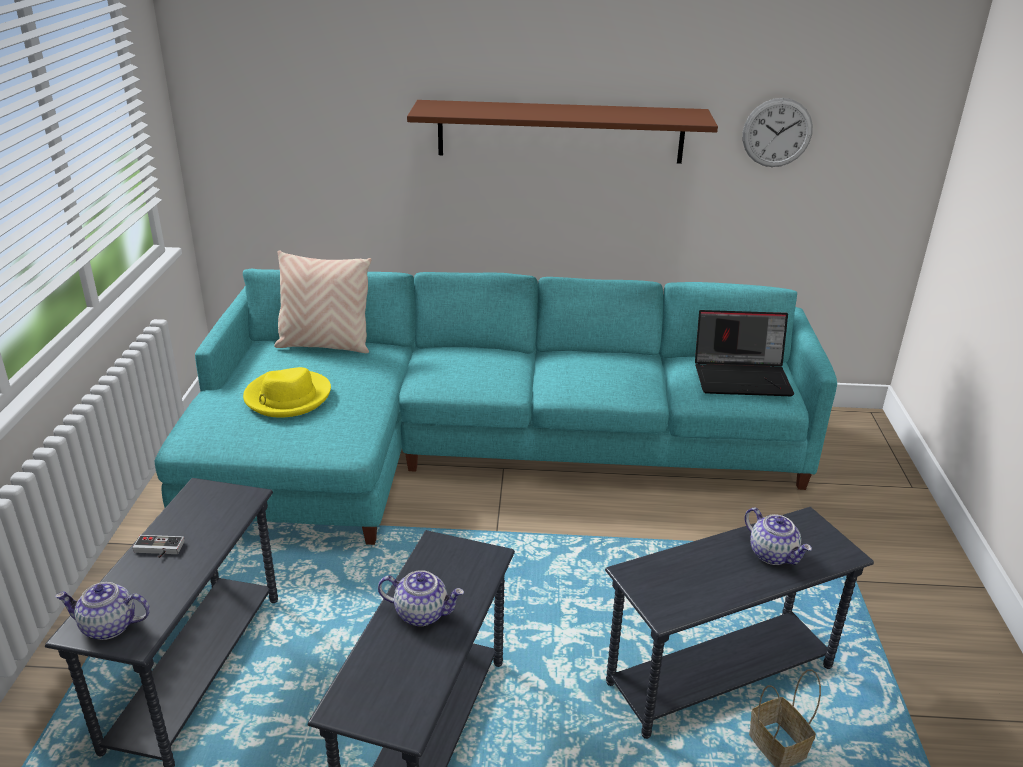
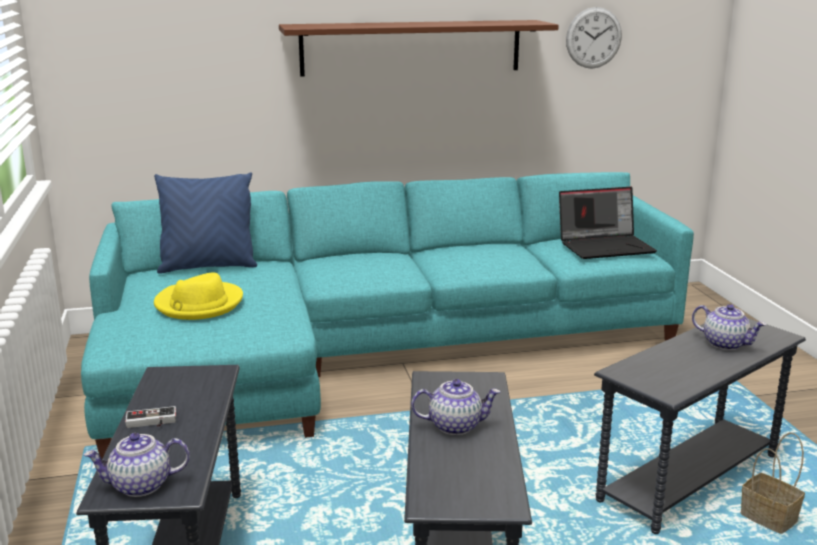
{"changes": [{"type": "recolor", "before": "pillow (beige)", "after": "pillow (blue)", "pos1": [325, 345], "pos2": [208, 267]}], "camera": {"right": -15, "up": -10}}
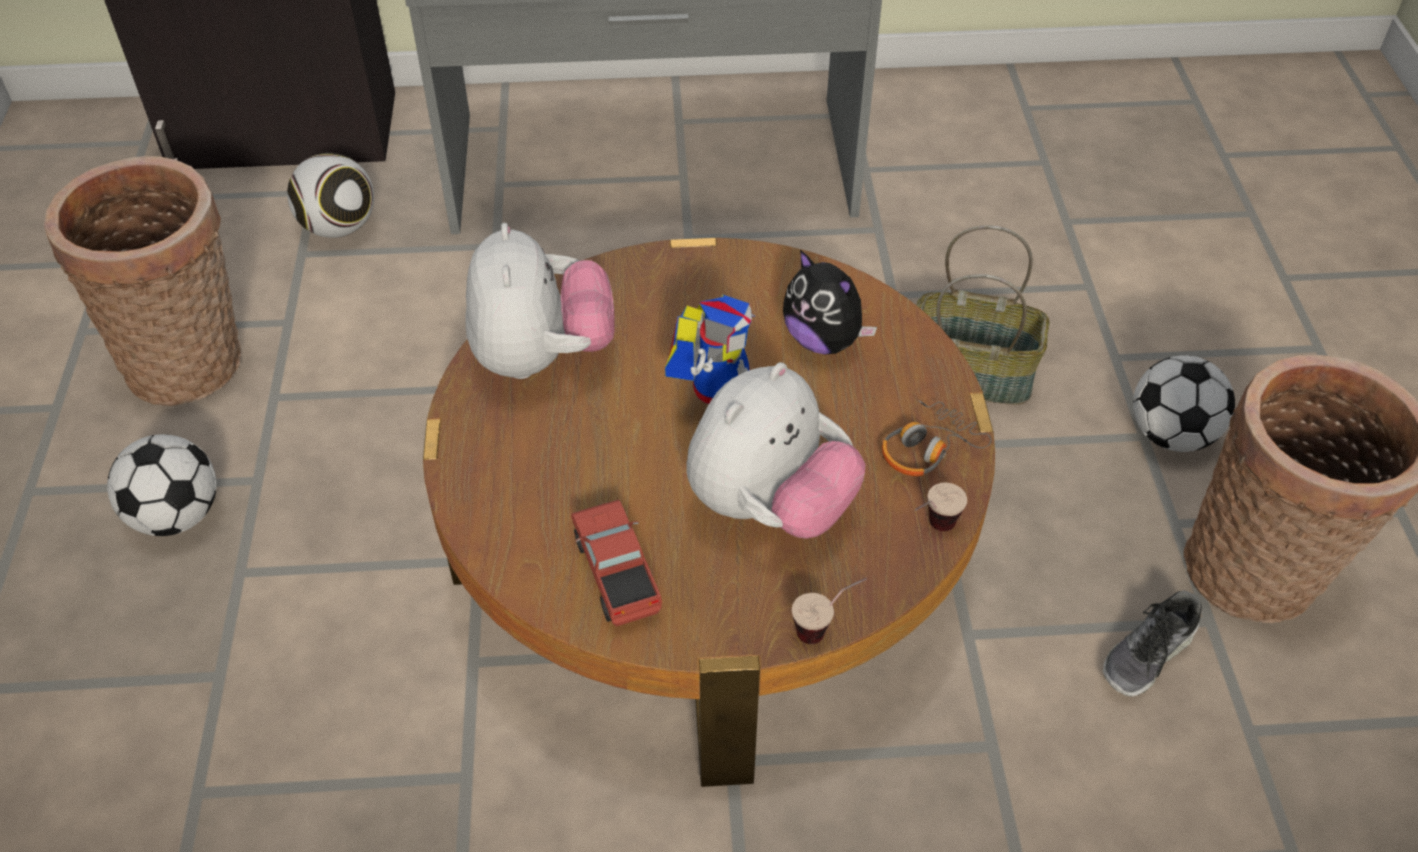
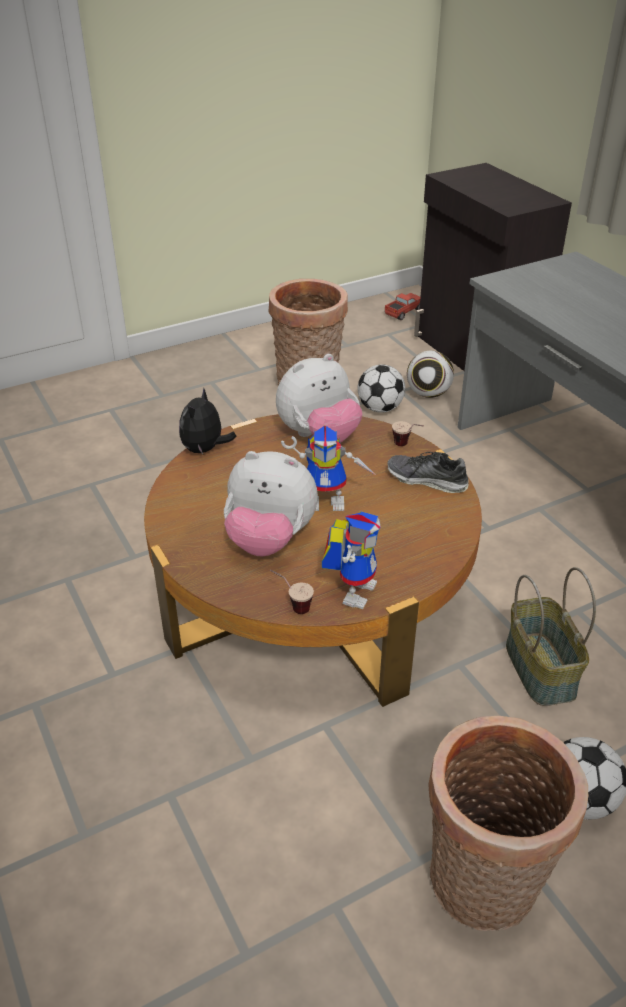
{"changes": [{"type": "move", "before": "football", "pos1": [177, 516], "pos2": [380, 408]}, {"type": "move", "before": "toy truck", "pos1": [617, 576], "pos2": [403, 313]}, {"type": "move", "before": "plush toy", "pos1": [824, 340], "pos2": [205, 449]}, {"type": "move", "before": "cup", "pos1": [826, 628], "pos2": [407, 446]}, {"type": "replace", "before": "headphones", "after": "toy robot", "pos1": [928, 449], "pos2": [354, 589]}, {"type": "move", "before": "shoe", "pos1": [1148, 655], "pos2": [427, 480]}], "camera": {"right": 65, "up": -10}}
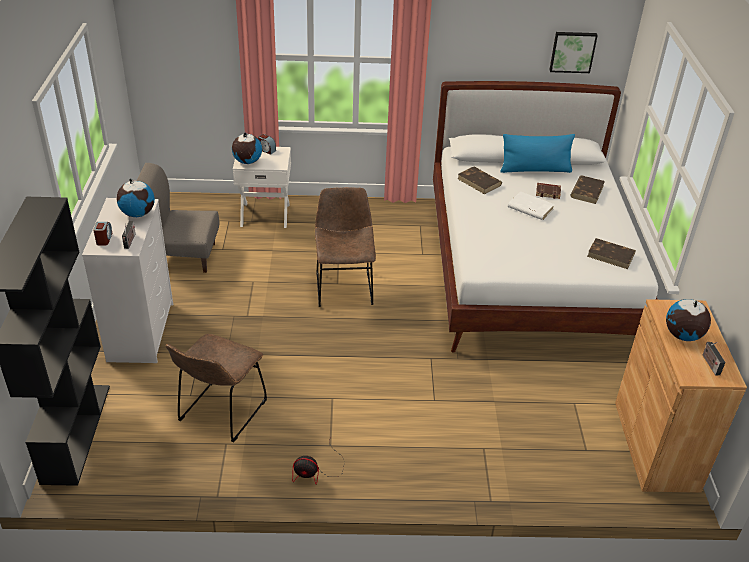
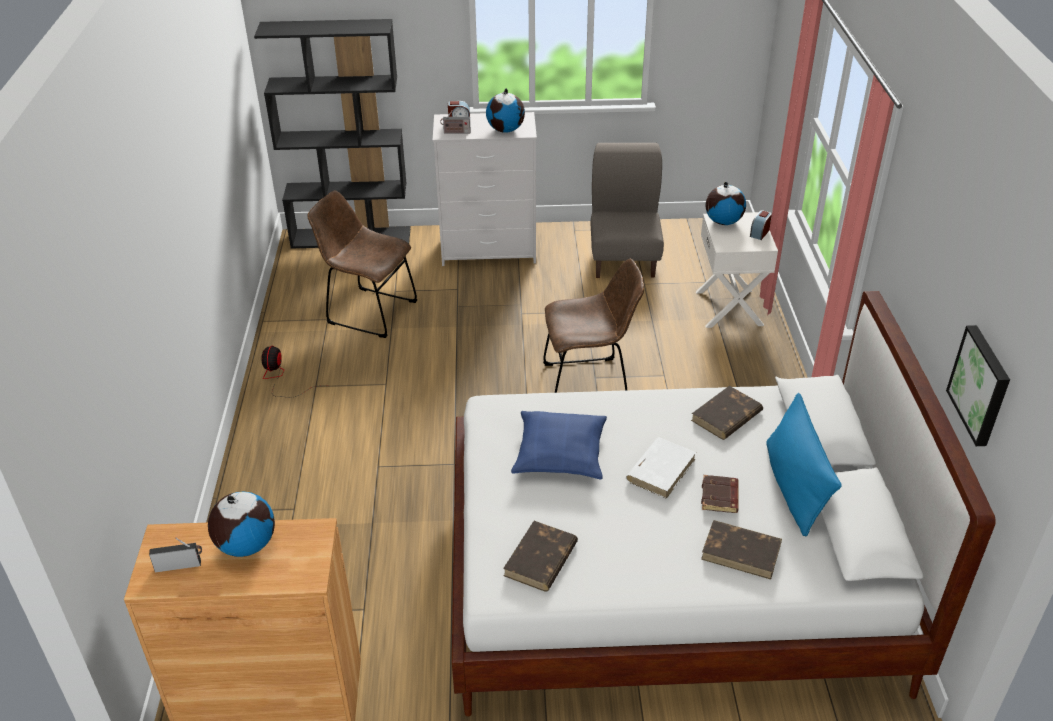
{"changes": [{"type": "insert", "after": "pillow (blue)", "pos2": [560, 454]}], "camera": {"right": 90, "up": 0}}
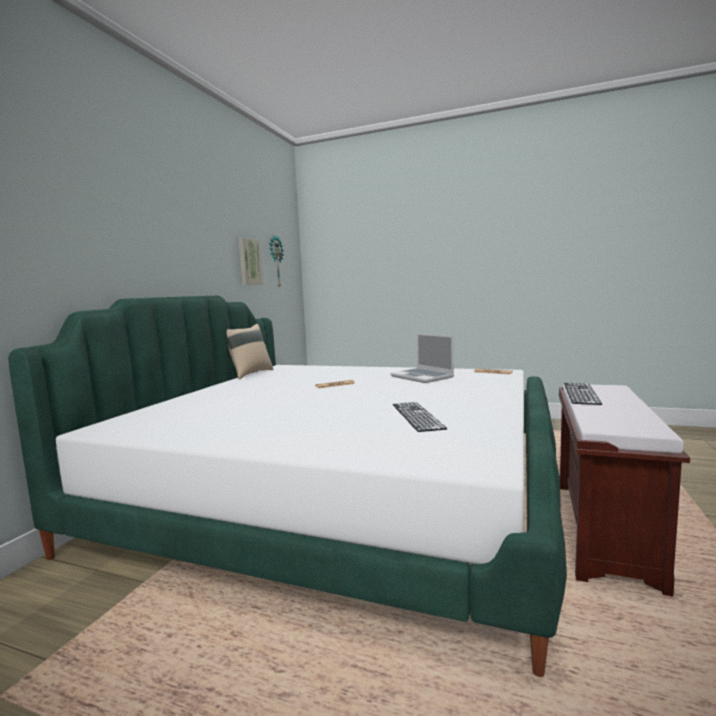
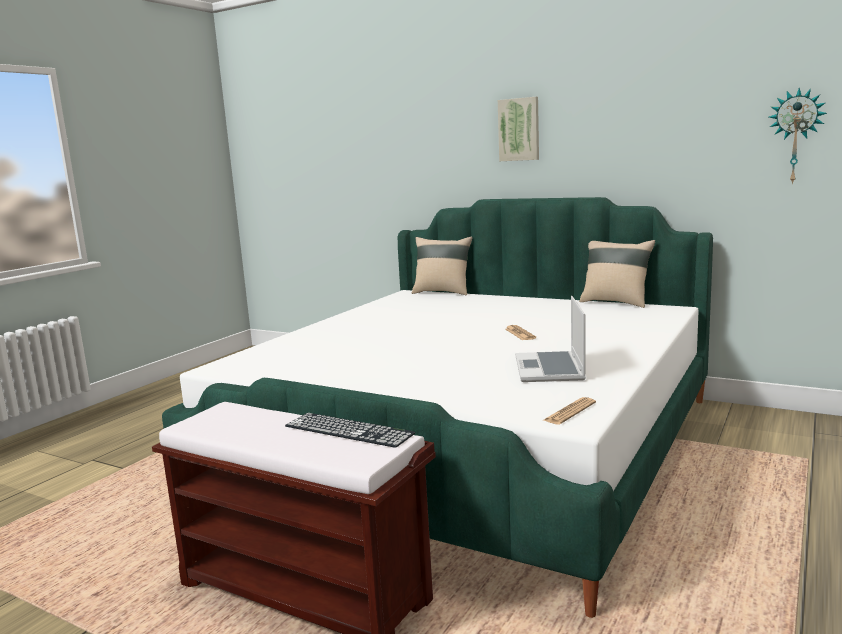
{"changes": [{"type": "move", "before": "picture", "pos1": [249, 262], "pos2": [519, 129]}, {"type": "rotate", "before": "laptop", "pos1": [423, 377], "pos2": [550, 369], "turn": -60}, {"type": "delete", "before": "keyboard", "pos1": [417, 416]}, {"type": "insert", "after": "pillow (beige)", "pos2": [442, 292]}], "camera": {"right": 100, "up": 5}}
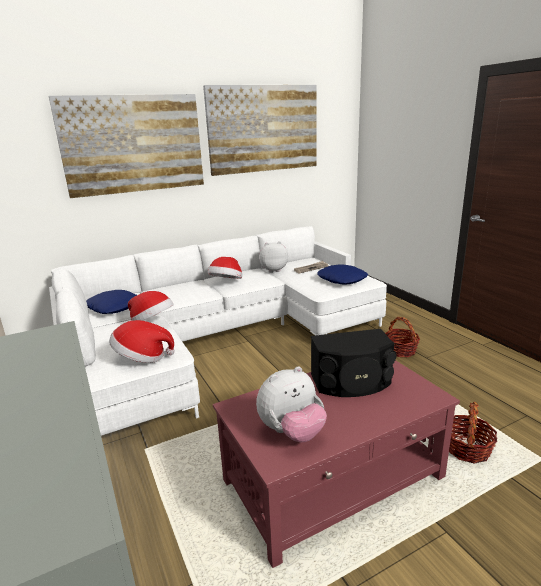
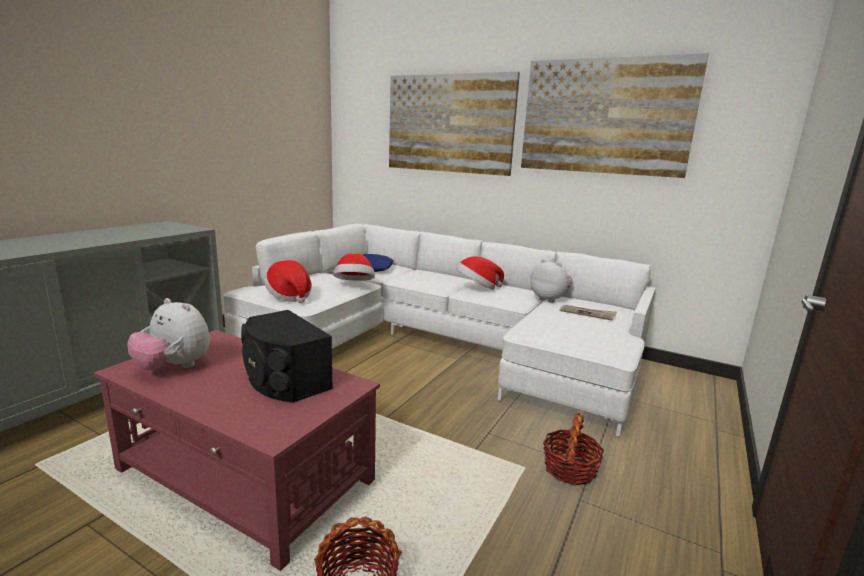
{"changes": [{"type": "delete", "before": "pillow (blue)", "pos1": [342, 279]}], "camera": {"right": 55, "up": -5}}
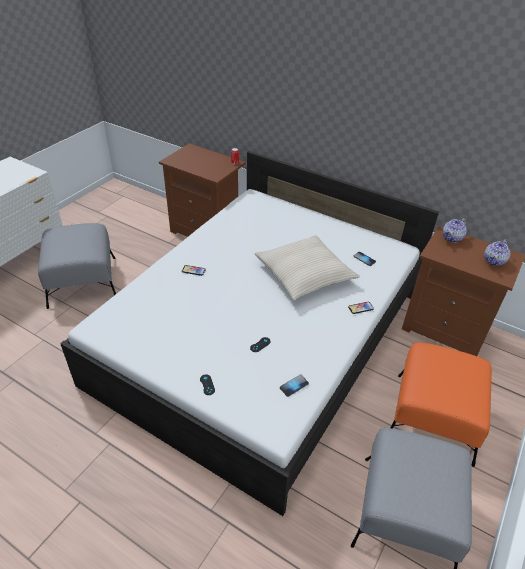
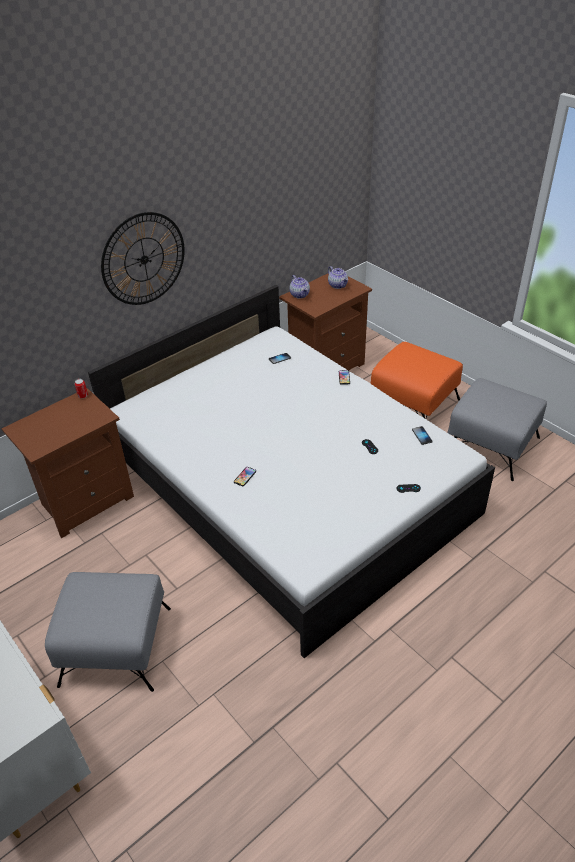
{"changes": [{"type": "delete", "before": "pillow (beige)", "pos1": [304, 274]}, {"type": "insert", "after": "wall clock", "pos2": [144, 259]}], "camera": {"right": -70, "up": 0}}
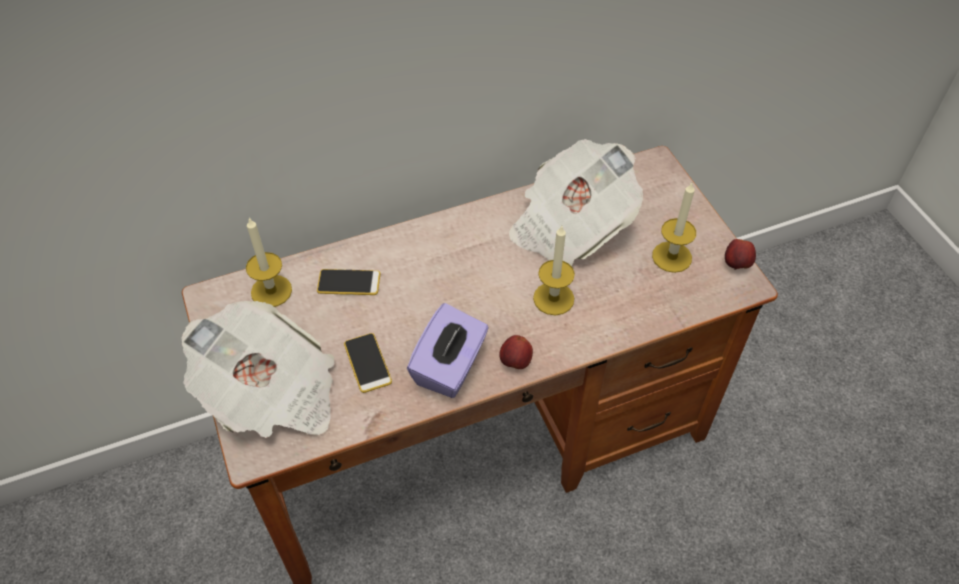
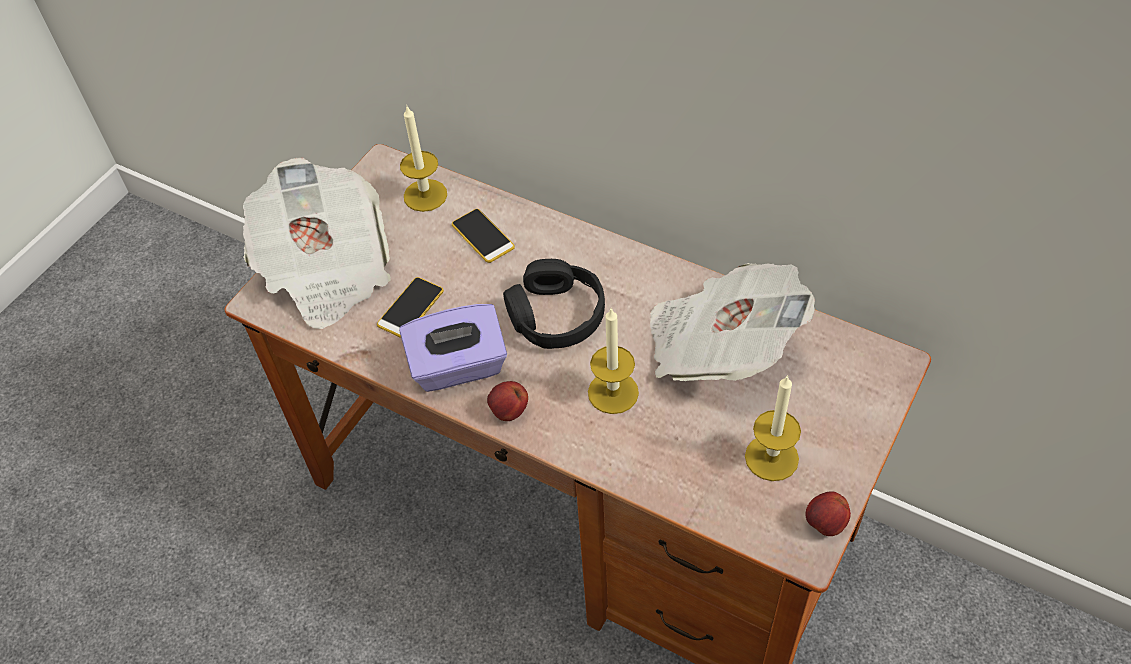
{"changes": [{"type": "insert", "after": "headphones (black)", "pos2": [556, 315]}], "camera": {"right": 55, "up": 0}}
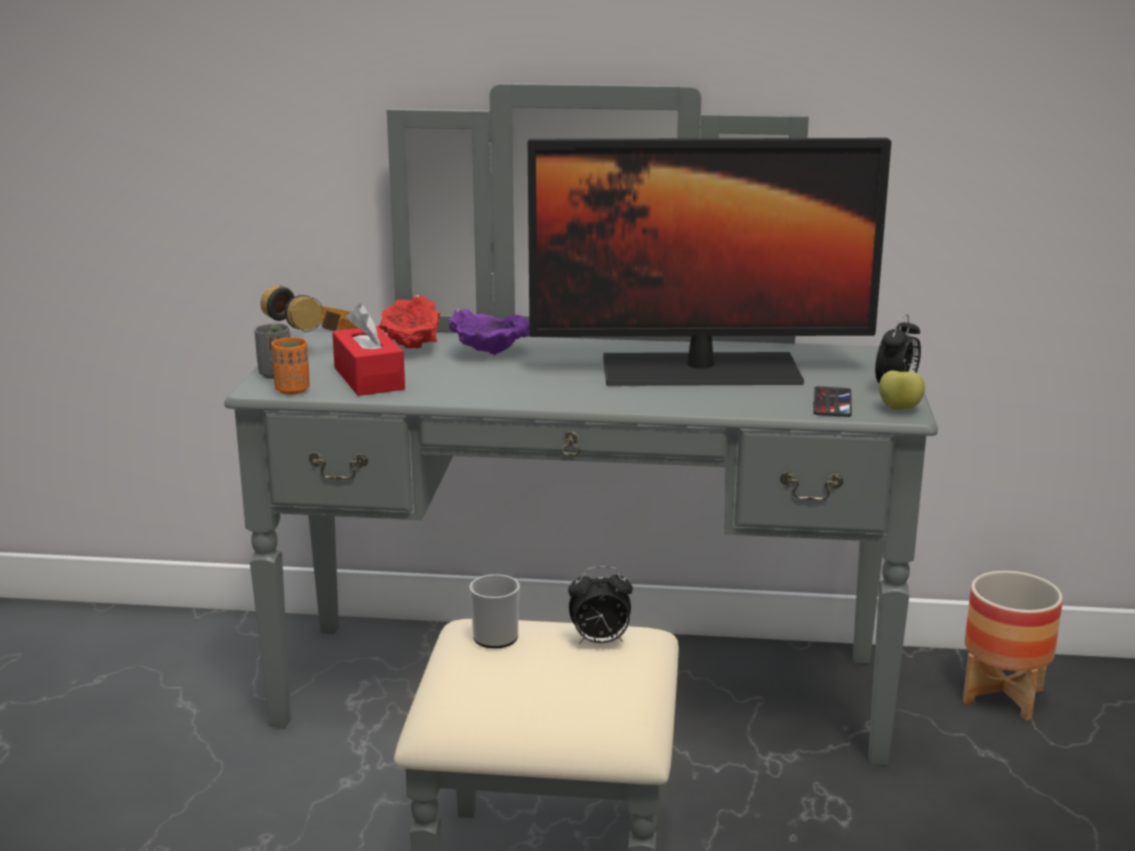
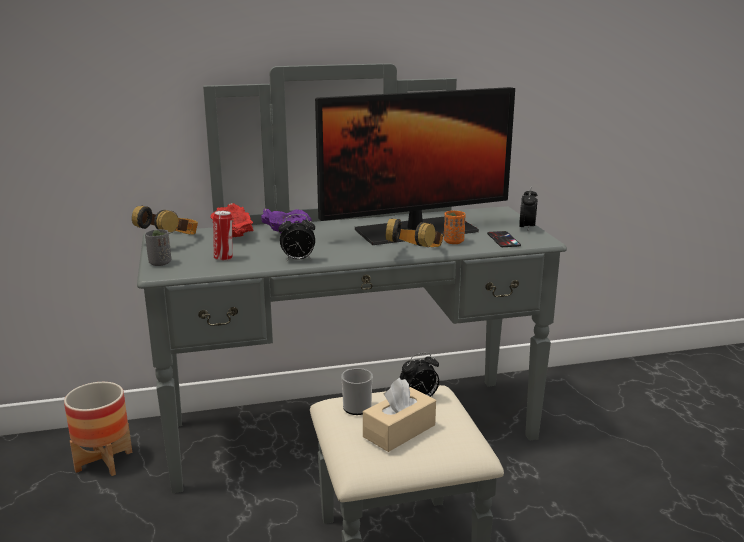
{"changes": [{"type": "move", "before": "cup (orange)", "pos1": [292, 390], "pos2": [453, 241]}, {"type": "replace", "before": "tissue box (red)", "after": "can", "pos1": [369, 378], "pos2": [224, 258]}, {"type": "delete", "before": "apple", "pos1": [899, 409]}, {"type": "move", "before": "planter", "pos1": [1003, 696], "pos2": [104, 461]}, {"type": "insert", "after": "alarm clock", "pos2": [298, 260]}, {"type": "insert", "after": "tissue box (beige)", "pos2": [399, 431]}, {"type": "insert", "after": "headphones", "pos2": [416, 254]}], "camera": {"right": -20, "up": 0}}
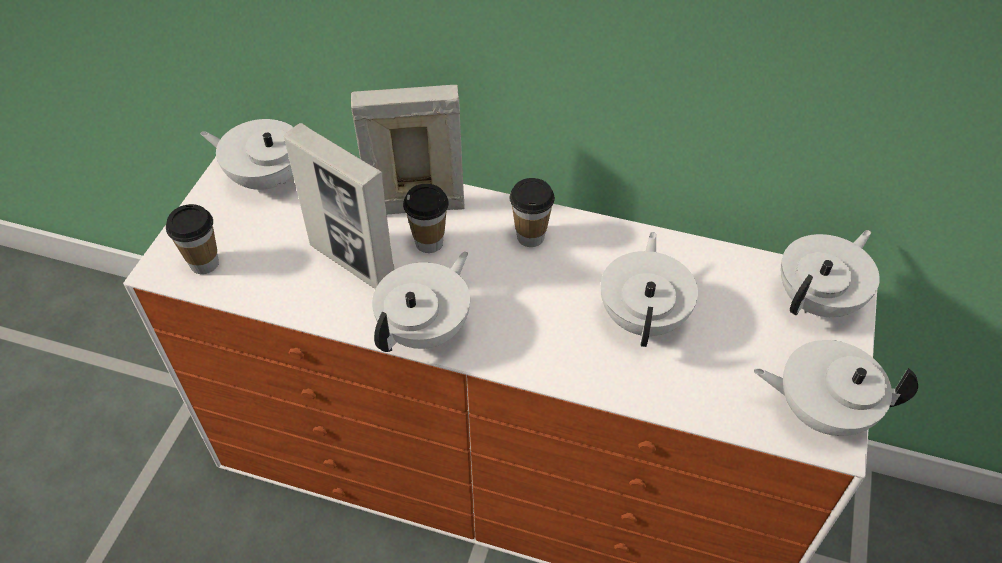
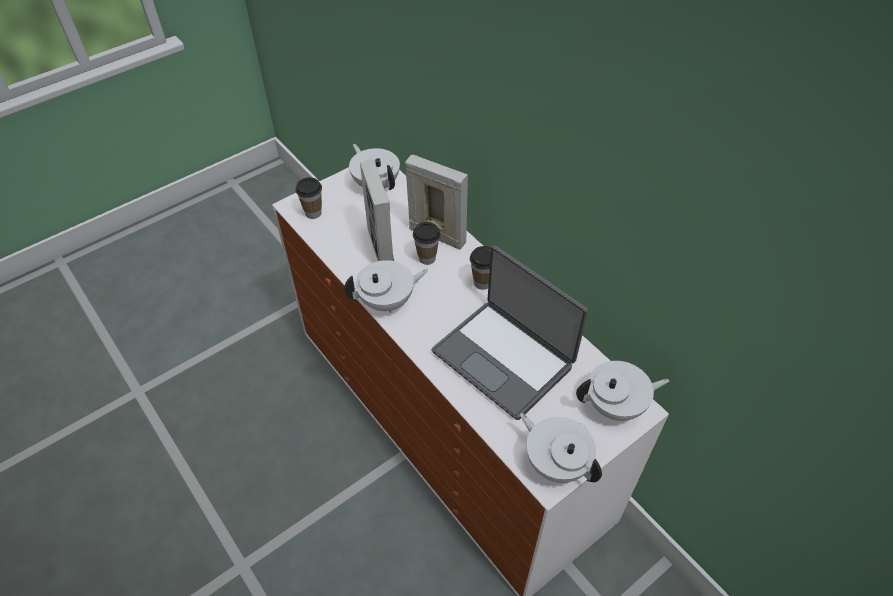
{"changes": [{"type": "replace", "before": "teapot (white)", "after": "laptop", "pos1": [644, 317], "pos2": [504, 358]}], "camera": {"right": 35, "up": 0}}
